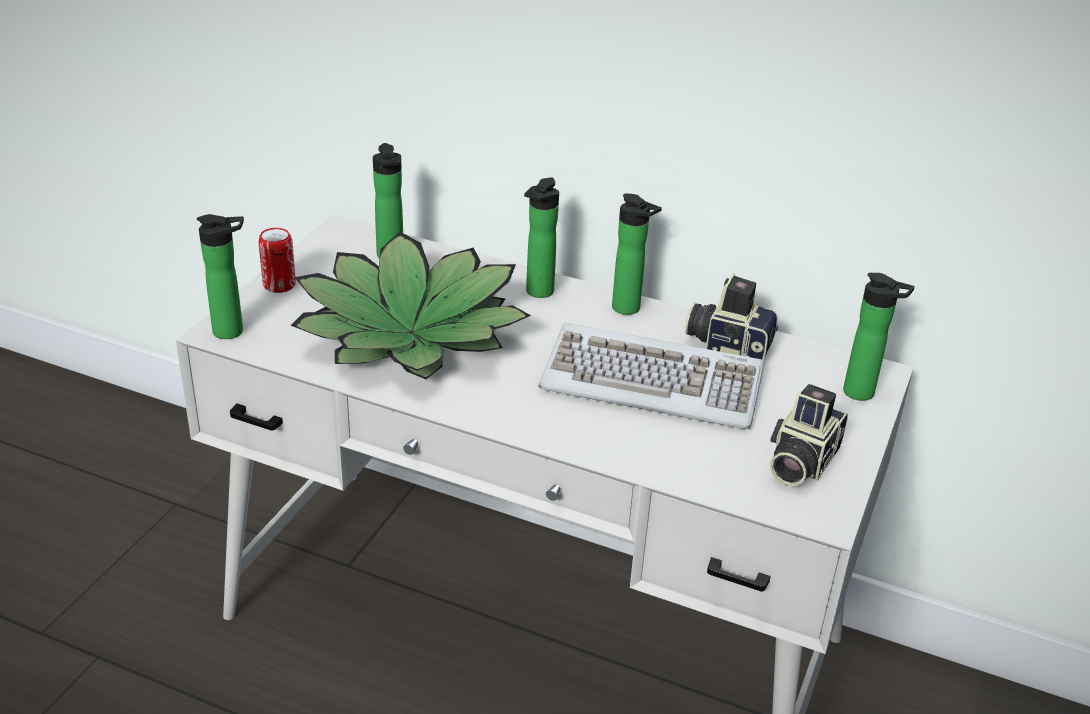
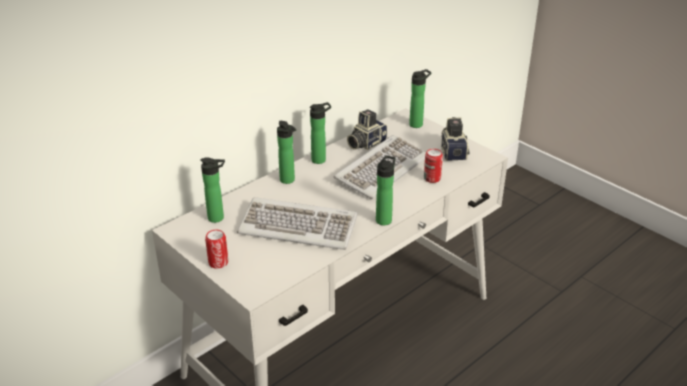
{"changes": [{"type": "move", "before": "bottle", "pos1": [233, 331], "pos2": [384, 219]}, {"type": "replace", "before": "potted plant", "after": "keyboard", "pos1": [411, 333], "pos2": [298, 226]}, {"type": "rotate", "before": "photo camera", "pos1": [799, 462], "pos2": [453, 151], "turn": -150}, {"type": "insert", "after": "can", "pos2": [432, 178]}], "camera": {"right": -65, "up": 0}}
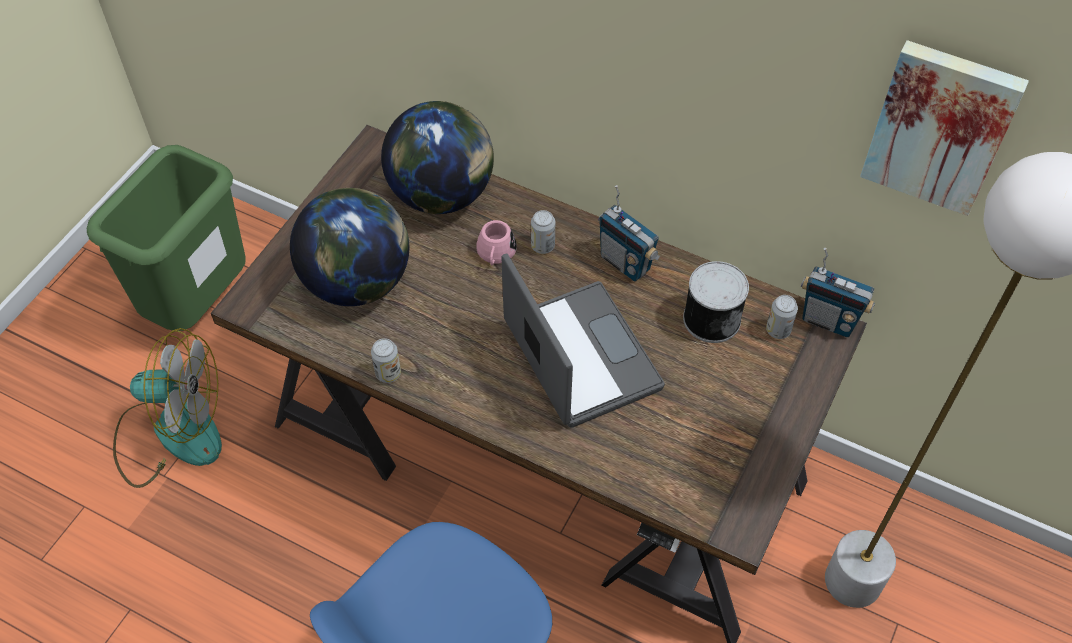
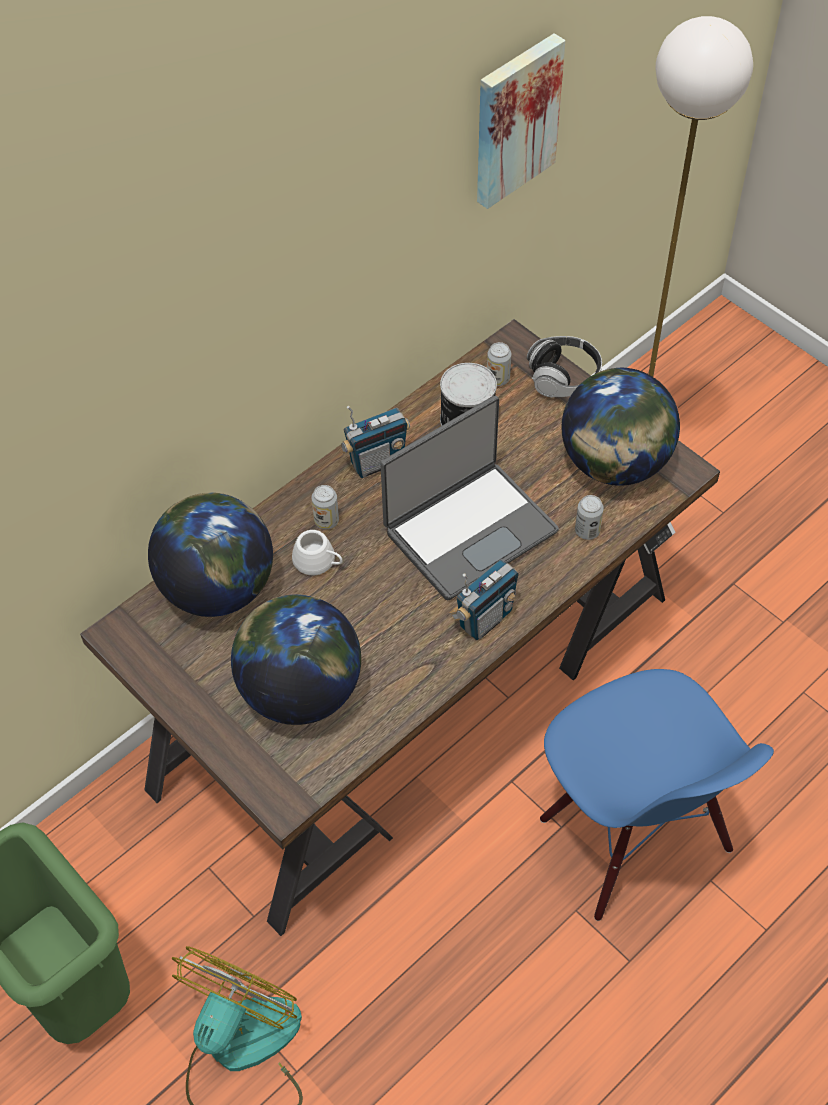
{"changes": [{"type": "move", "before": "can", "pos1": [388, 373], "pos2": [587, 531]}, {"type": "recolor", "before": "mug (pink)", "after": "mug (white)", "pos1": [495, 254], "pos2": [319, 562]}, {"type": "rotate", "before": "laptop", "pos1": [579, 356], "pos2": [469, 529], "turn": 150}, {"type": "move", "before": "radio", "pos1": [828, 320], "pos2": [485, 619]}, {"type": "insert", "after": "headphones", "pos2": [563, 378]}, {"type": "insert", "after": "globe", "pos2": [614, 463]}], "camera": {"right": -70, "up": 0}}
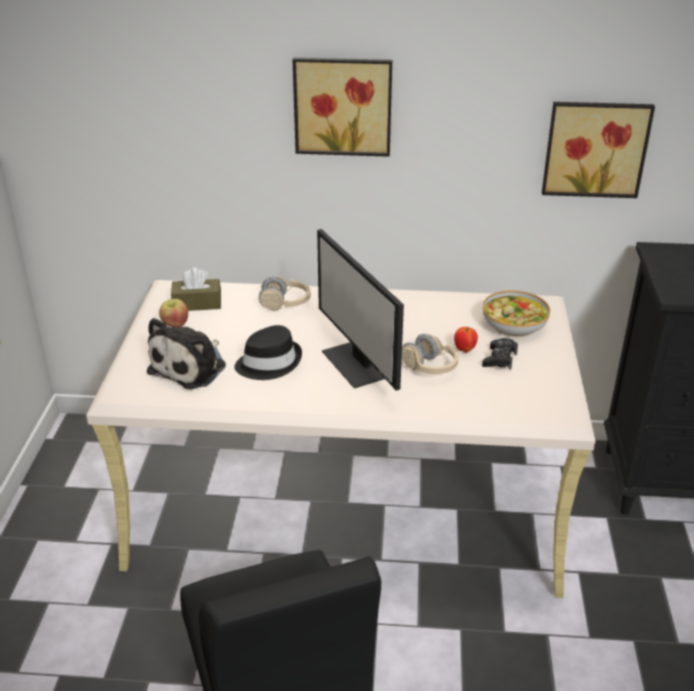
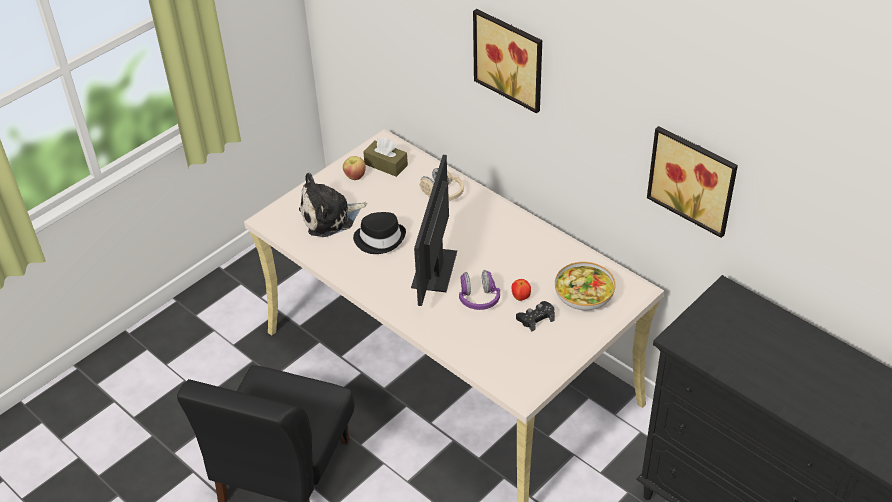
{"changes": [{"type": "recolor", "before": "headphones (beige)", "after": "headphones (purple)", "pos1": [429, 367], "pos2": [478, 298]}], "camera": {"right": 40, "up": 10}}
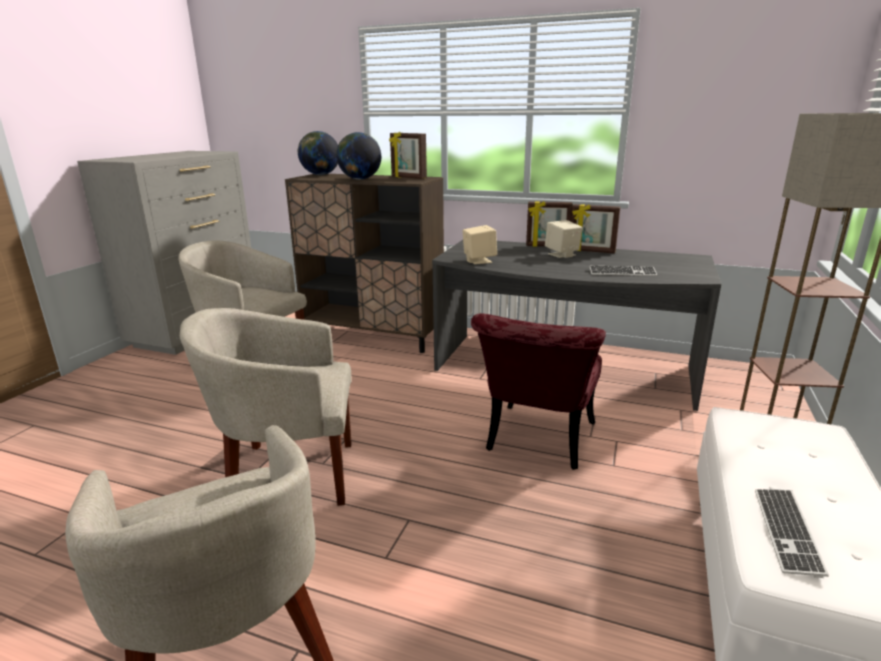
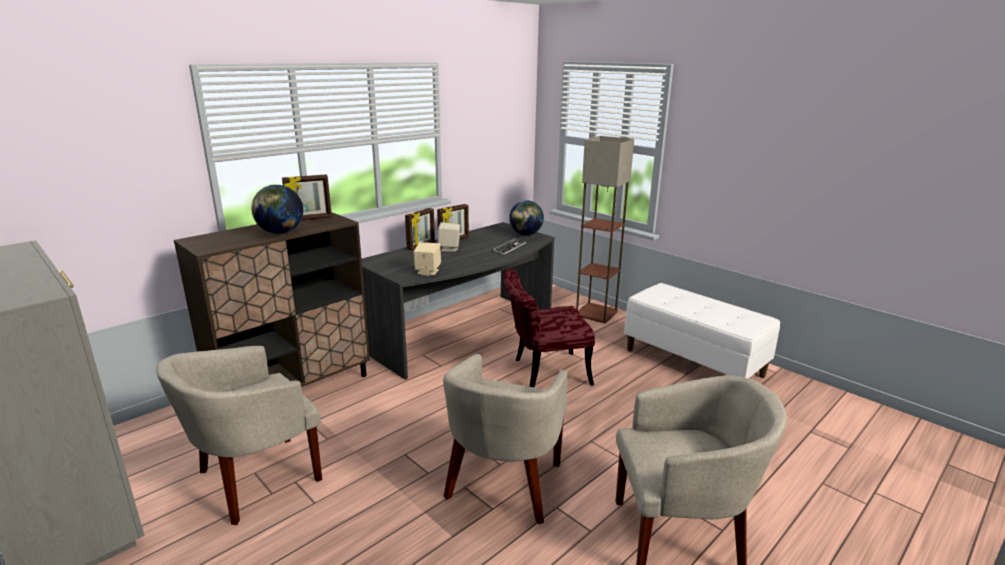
{"changes": [{"type": "move", "before": "globe", "pos1": [320, 175], "pos2": [526, 234]}, {"type": "rotate", "before": "chair (red)", "pos1": [537, 443], "pos2": [543, 372], "turn": 120}, {"type": "delete", "before": "keyboard", "pos1": [786, 531]}], "camera": {"right": -65, "up": 0}}
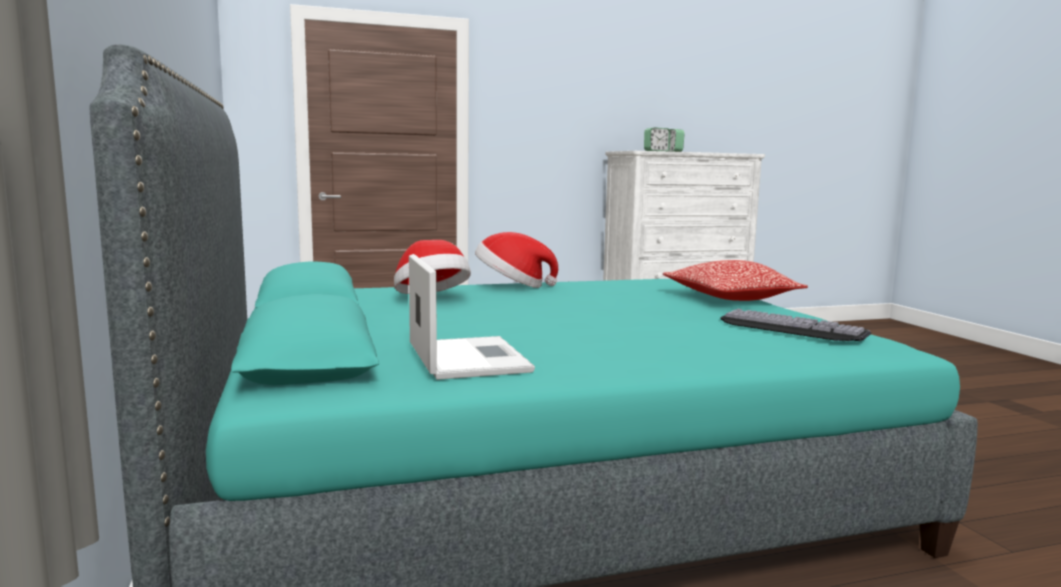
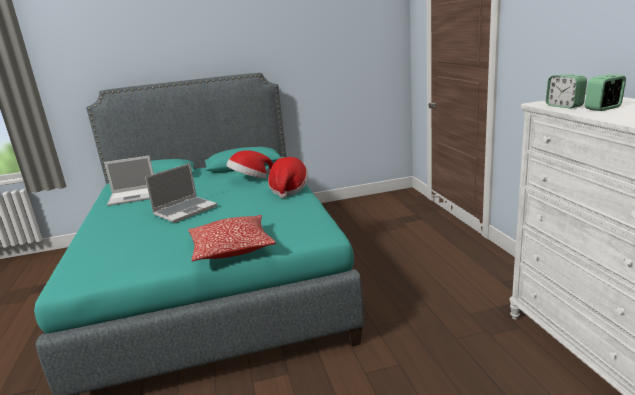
{"changes": [{"type": "delete", "before": "keyboard", "pos1": [788, 328]}, {"type": "insert", "after": "laptop", "pos2": [185, 210]}], "camera": {"right": 95, "up": 10}}
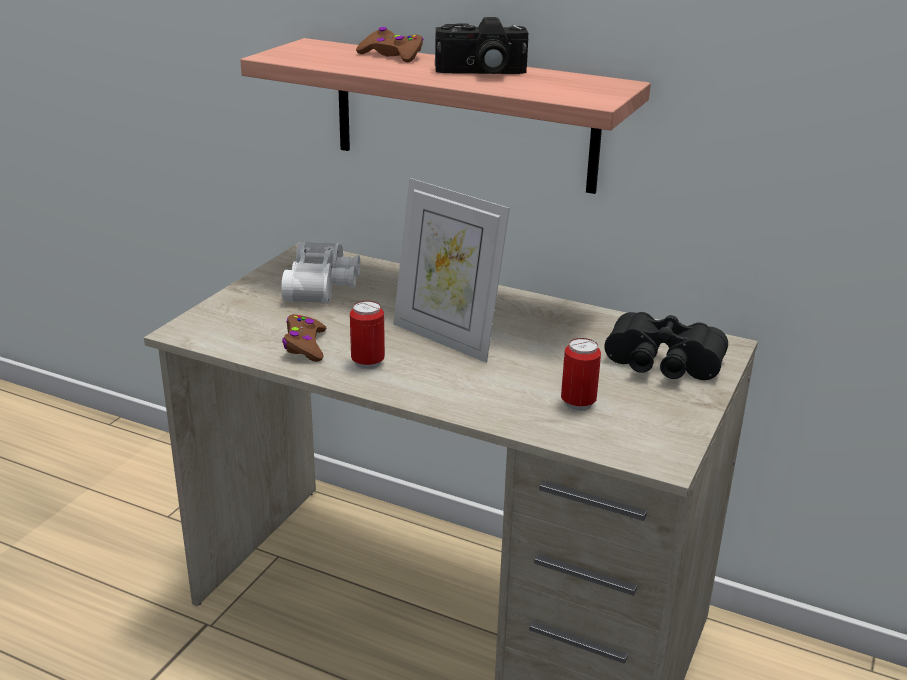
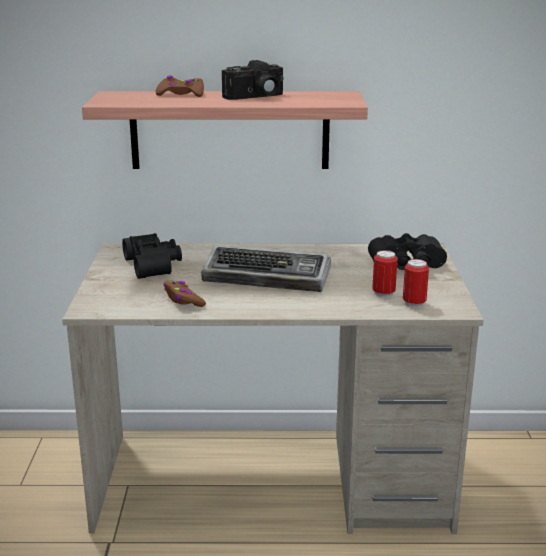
{"changes": [{"type": "recolor", "before": "binoculars (white)", "after": "binoculars (black)", "pos1": [325, 286], "pos2": [154, 265]}, {"type": "move", "before": "can", "pos1": [368, 363], "pos2": [414, 303]}, {"type": "replace", "before": "picture frame", "after": "keyboard", "pos1": [446, 338], "pos2": [268, 277]}], "camera": {"right": -25, "up": -5}}
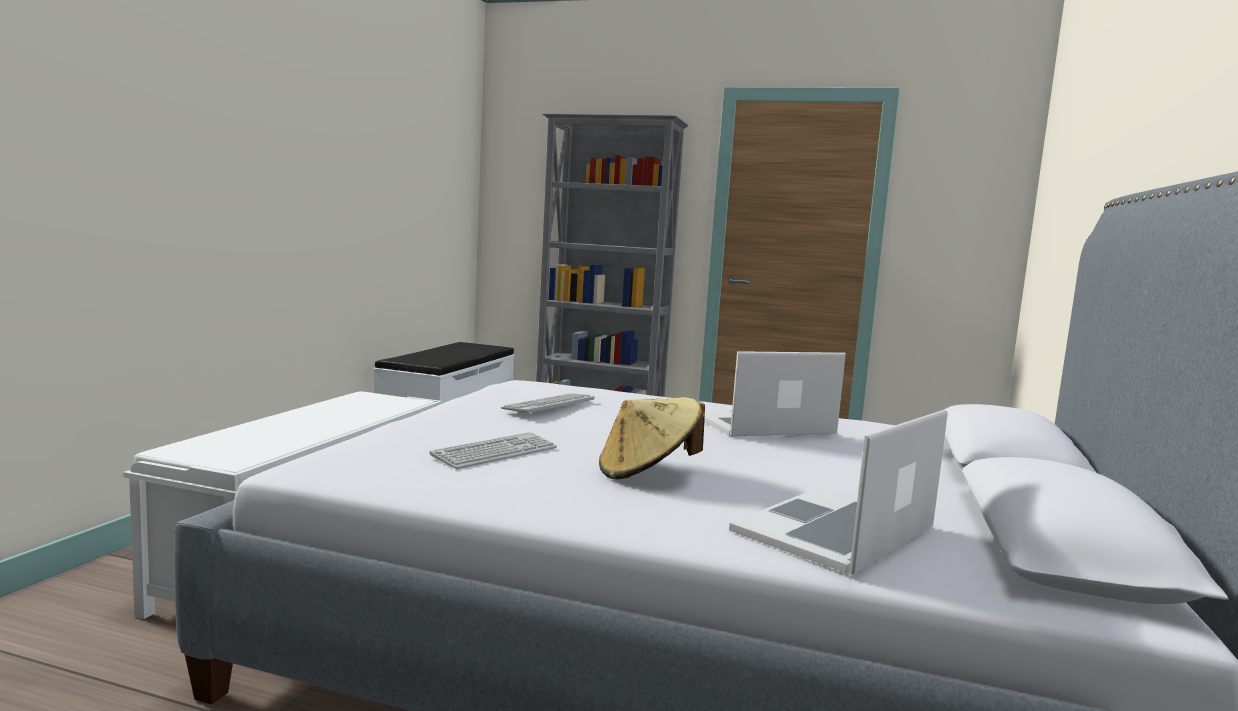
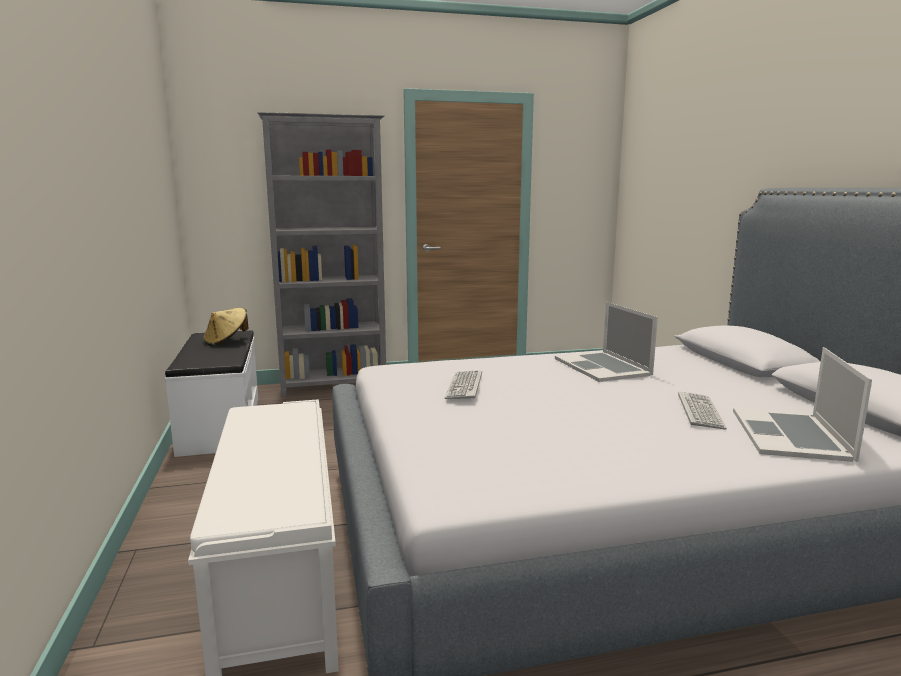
{"changes": [{"type": "move", "before": "keyboard", "pos1": [495, 452], "pos2": [700, 411]}, {"type": "move", "before": "hat (beige)", "pos1": [647, 472], "pos2": [226, 341]}, {"type": "rotate", "before": "laptop", "pos1": [764, 425], "pos2": [602, 367], "turn": -60}], "camera": {"right": -30, "up": 5}}
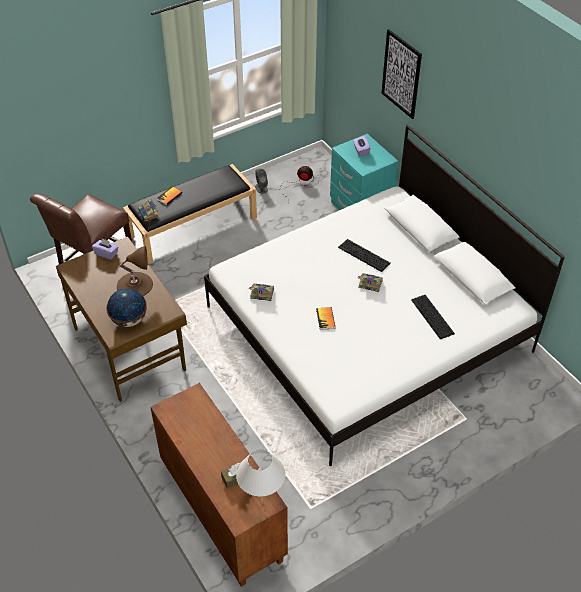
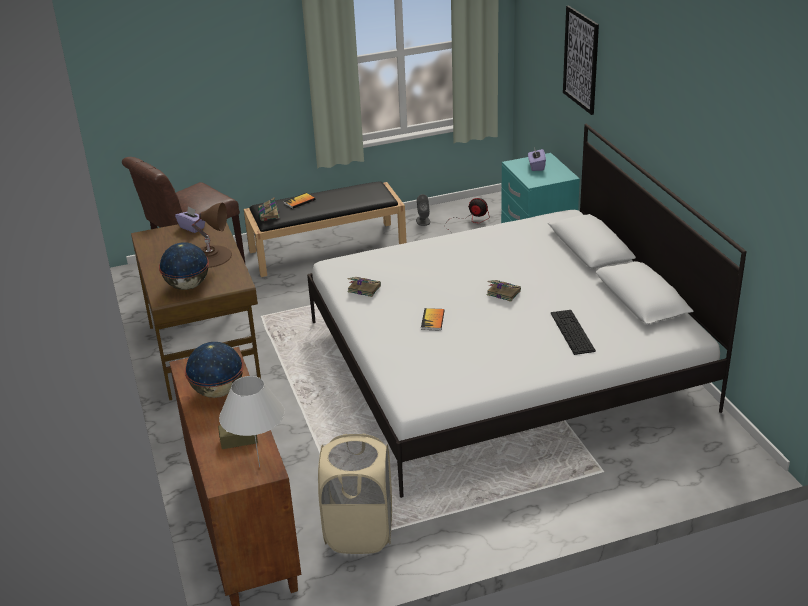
{"changes": [{"type": "delete", "before": "keyboard", "pos1": [364, 255]}, {"type": "insert", "after": "globe", "pos2": [218, 391]}, {"type": "insert", "after": "laundry basket (beige)", "pos2": [359, 532]}], "camera": {"right": 15, "up": -15}}
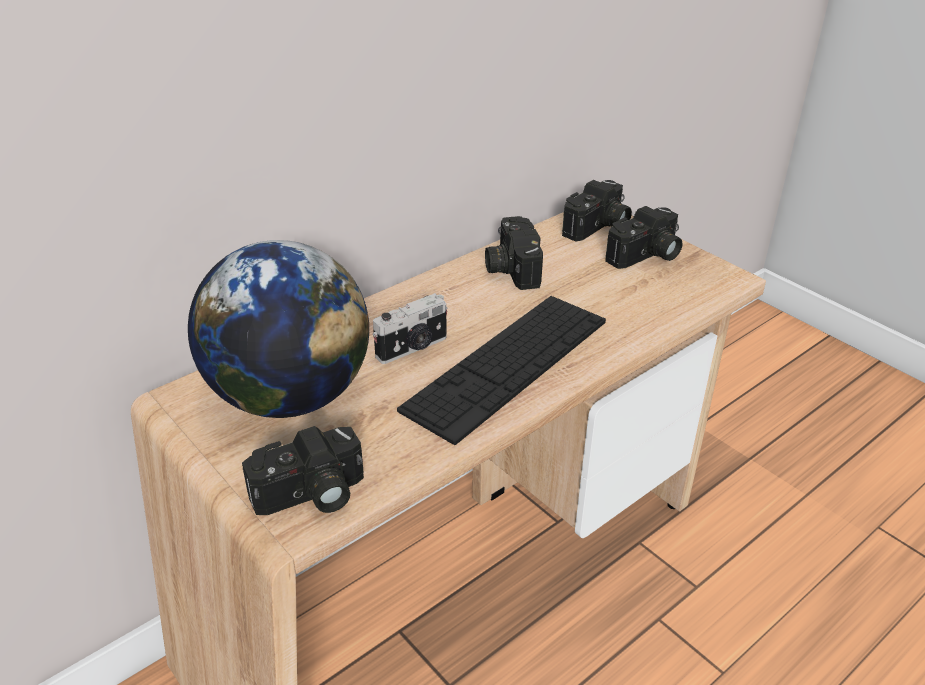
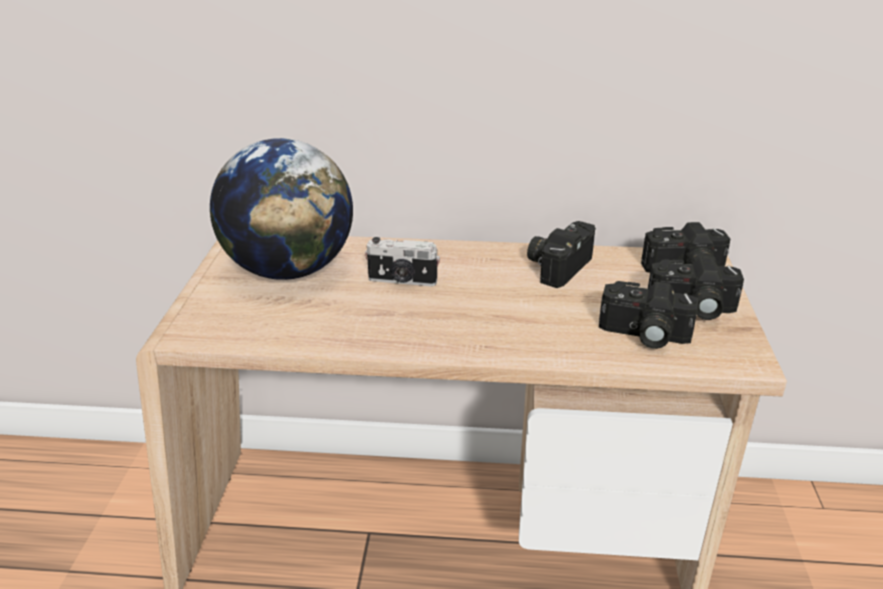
{"changes": [{"type": "move", "before": "photo camera", "pos1": [311, 496], "pos2": [643, 335]}, {"type": "delete", "before": "keyboard", "pos1": [508, 364]}], "camera": {"right": 45, "up": -5}}
